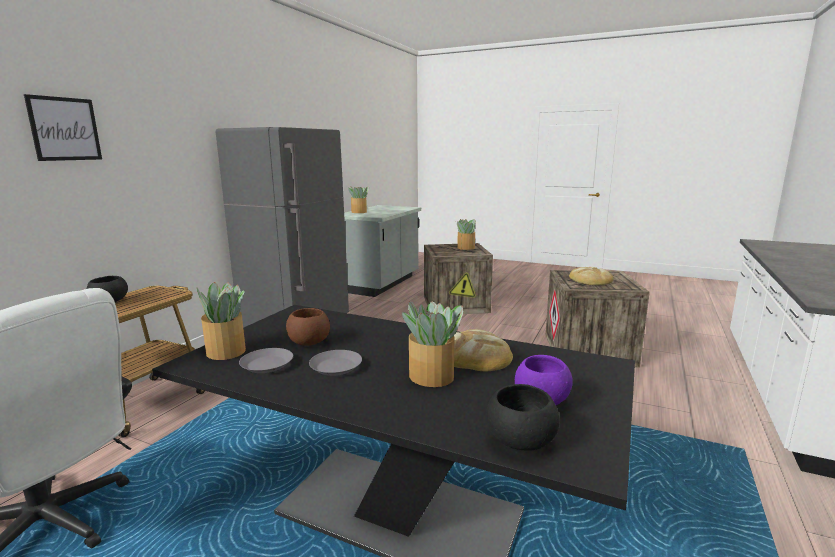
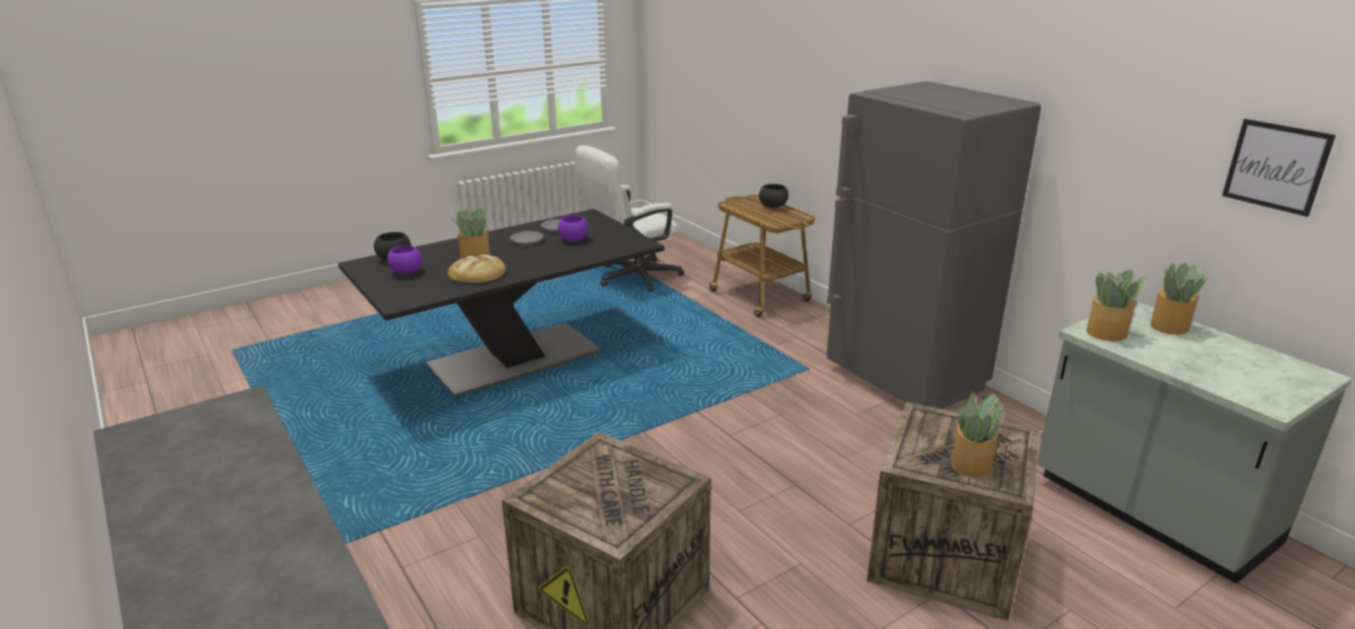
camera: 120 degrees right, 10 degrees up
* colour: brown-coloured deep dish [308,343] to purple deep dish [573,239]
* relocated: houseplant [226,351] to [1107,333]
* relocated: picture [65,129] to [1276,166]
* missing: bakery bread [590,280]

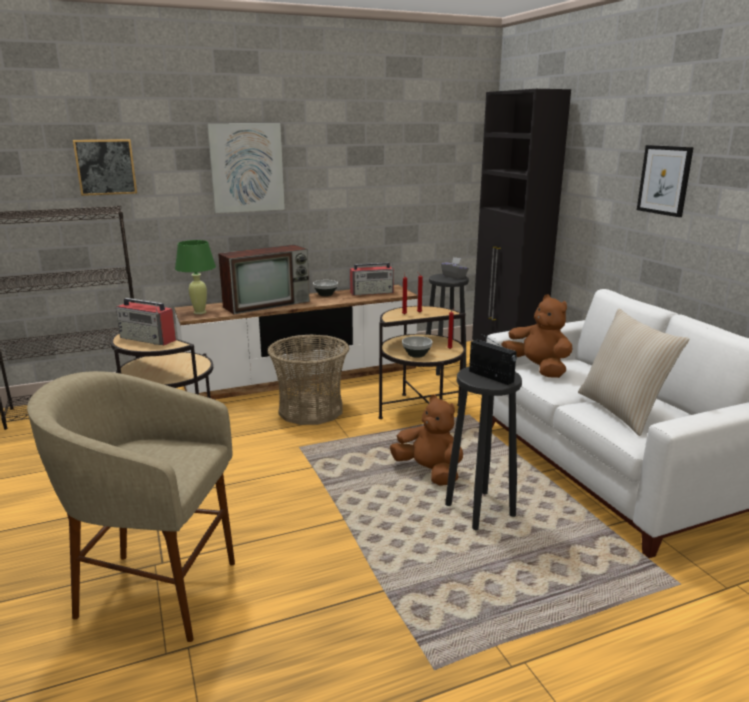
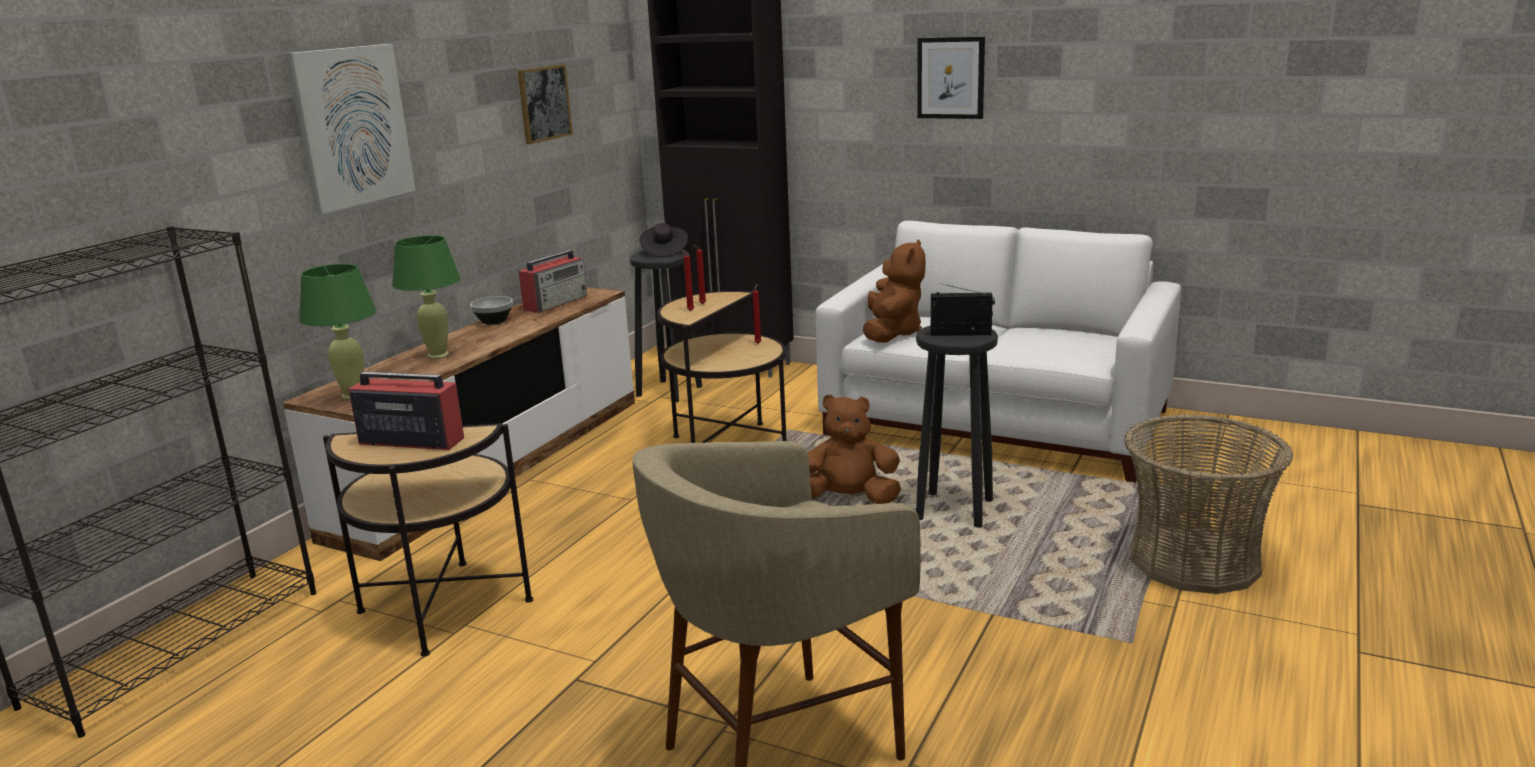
camera: 40 degrees left, 0 degrees up
* spun: radio receiver [148,339] = [410,440] 150 degrees counterclockwise
* exchanged: TV set [268,304] to green tabletop lamp [438,355]
* relocated: picture [105,167] to [544,103]
* exchanged: gray tissue holder [454,276] to blackish wearable hat [664,252]
* spun: brown-coloured plush toy [537,369] = [892,333] 90 degrees clockwise
* relocated: storage basket [310,410] to [1194,561]
* missing: deep dish [417,355]
* missing: sand-coloured pillow [621,411]

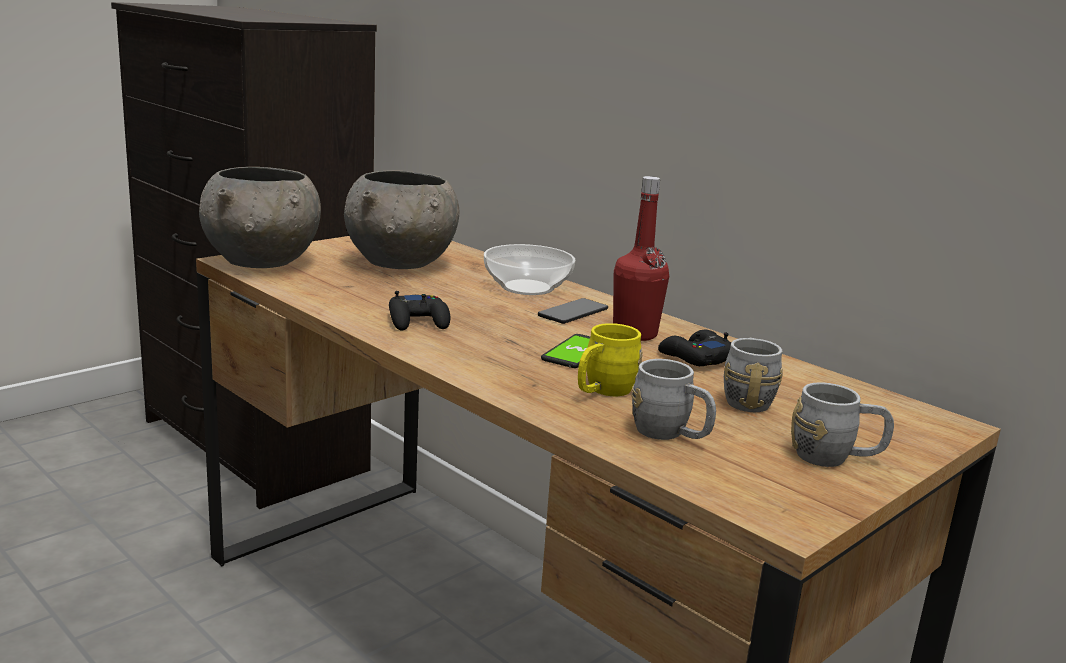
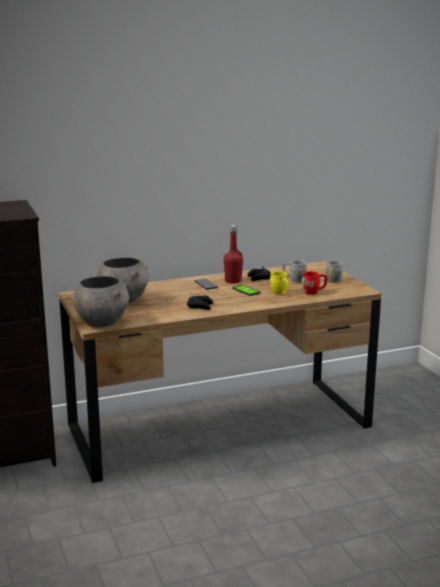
camera: 65 degrees left, 0 degrees up
* colour: gray tea mug [670,435] to reddish tea mug [314,291]
* missing: deep dish [527,288]

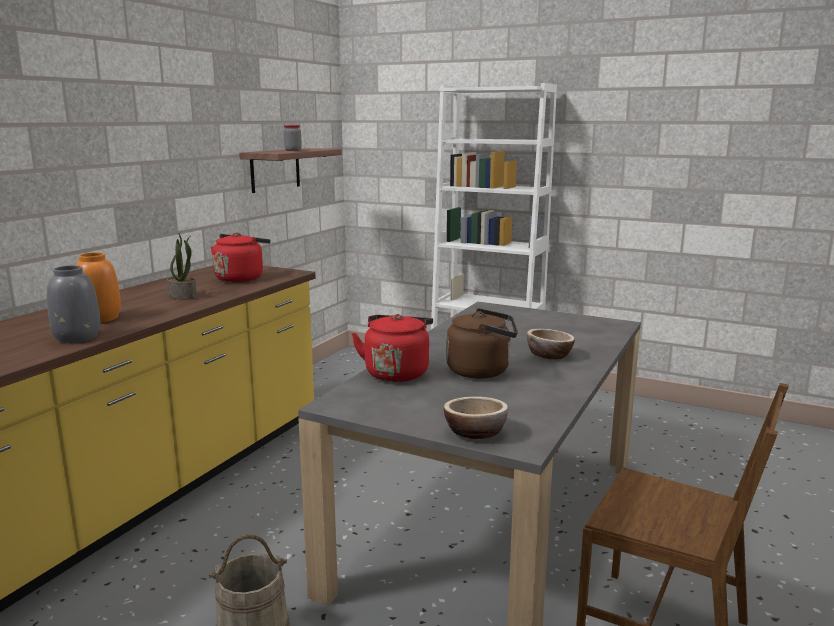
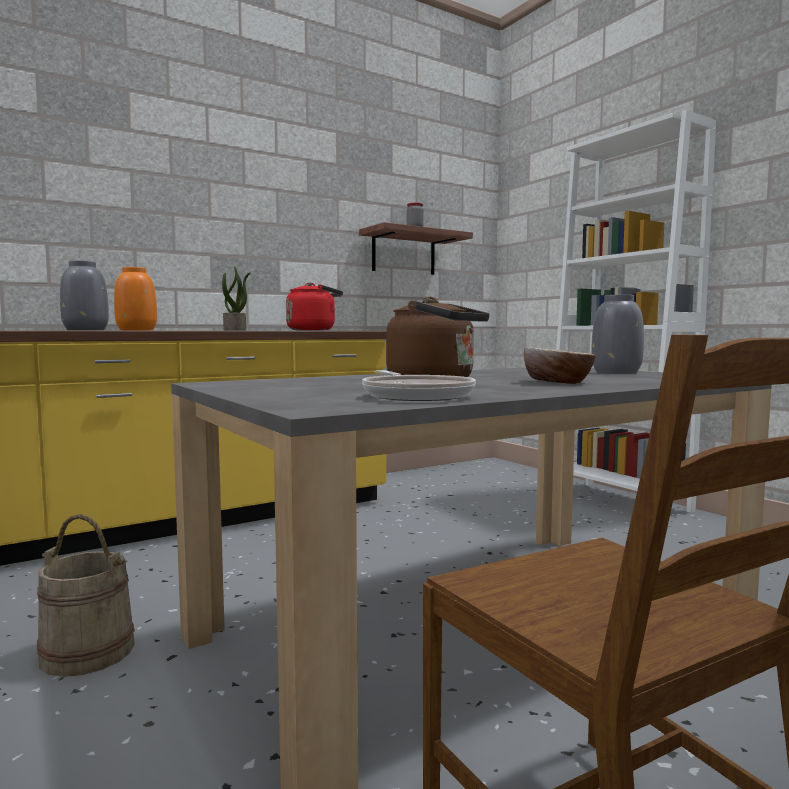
camera: 30 degrees right, 10 degrees down
* appeared: skillet [415,395]
* appeared: gray flower vase [617,372]
* missing: reddish kettle [397,372]
* missing: deep dish [475,432]

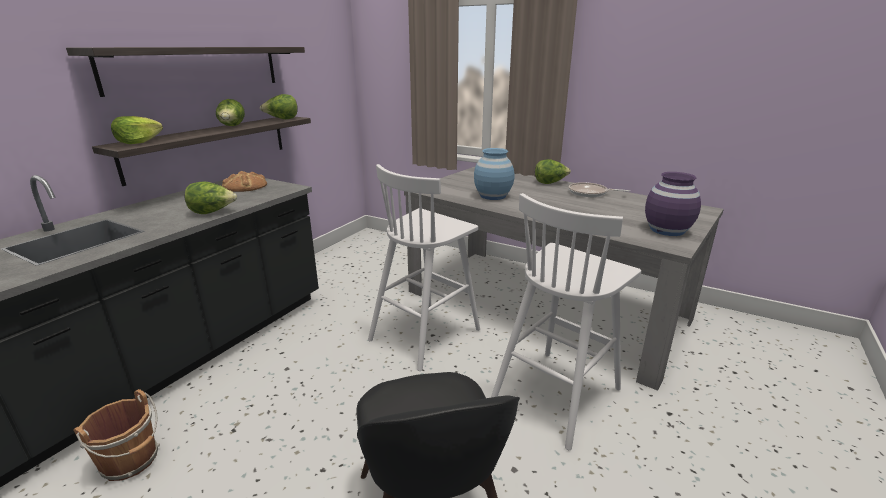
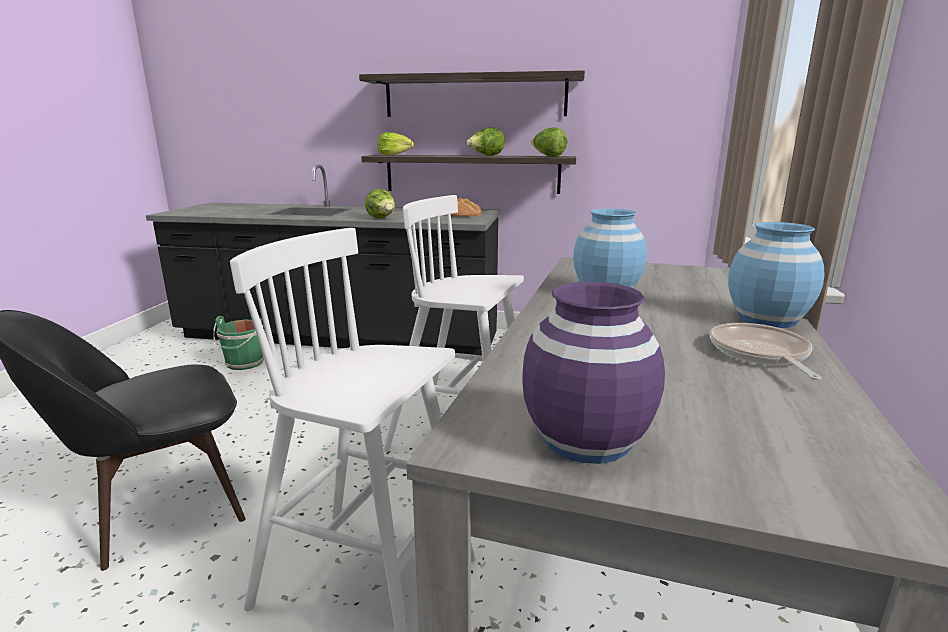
camera: 70 degrees right, 5 degrees down
* colour: brown-coloured pail [132,461] to green pail [244,363]
* exchanged: head of lettuce [550,183] to bluish flower vase [767,319]

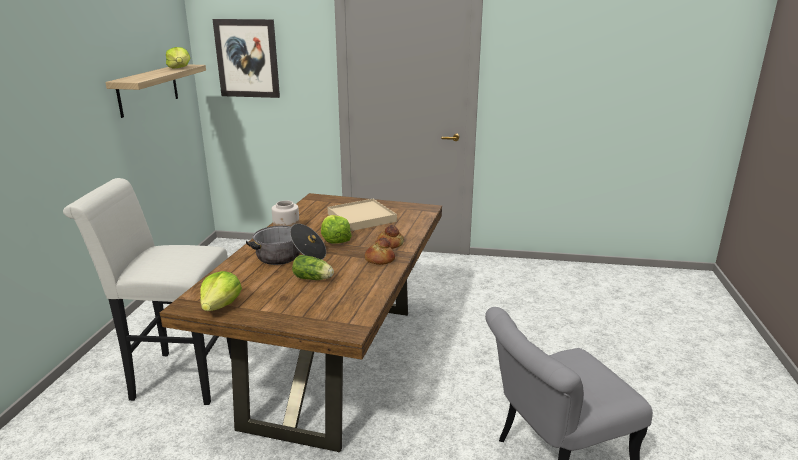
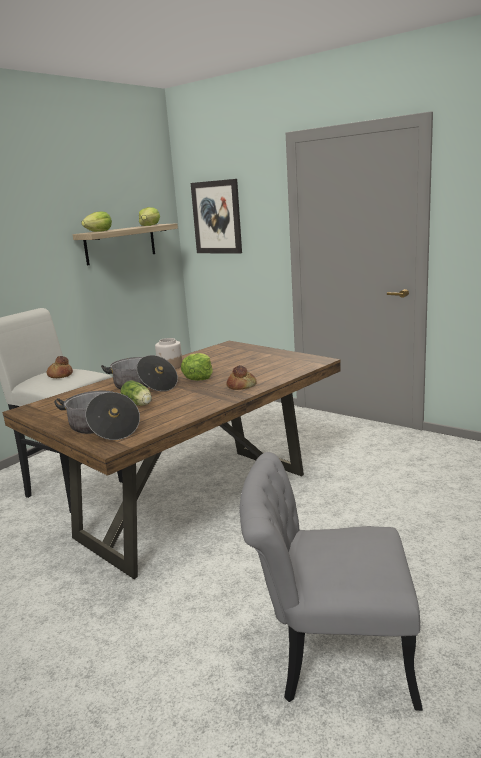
camera: 30 degrees right, 5 degrees down
* relocated: bakery bread [379,260] to [60,375]
* appeared: cooking pot [102,428]
* relocated: head of lettuce [221,306] to [98,231]
* missing: sand-coloured carrying tray [361,218]

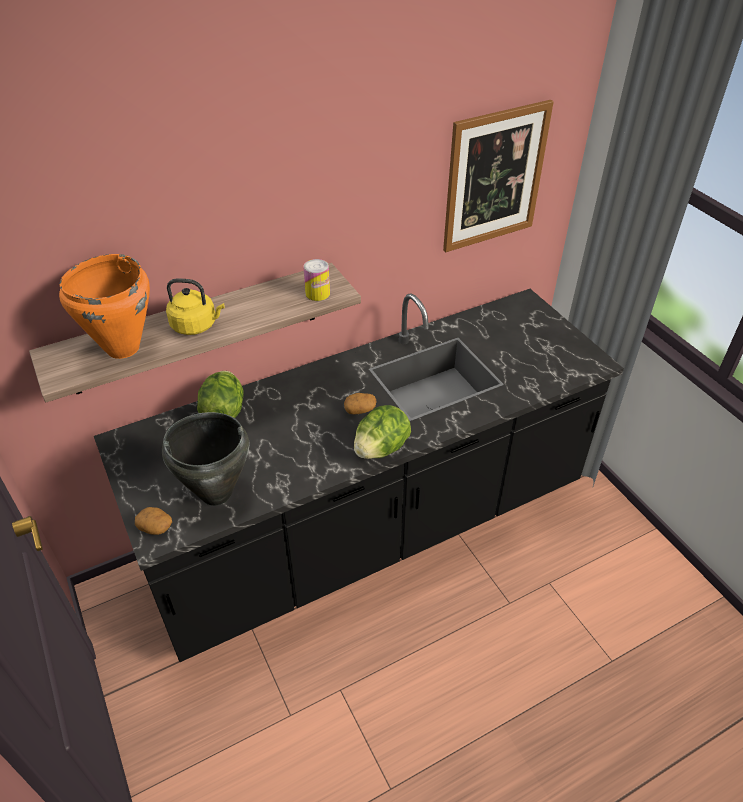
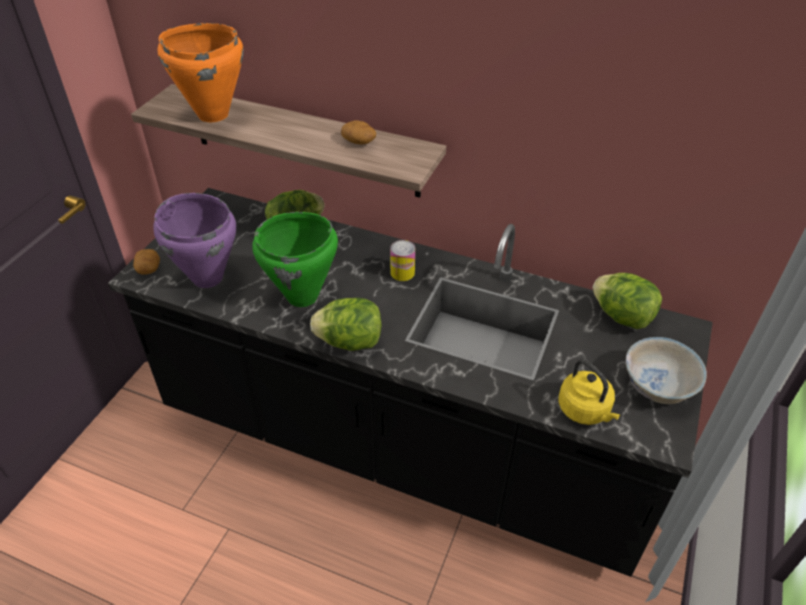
camera: 50 degrees right, 0 degrees up
* colour: blackish cooking pot [215,493] to purple cooking pot [208,277]
* appeared: green cooking pot [303,297]
* relocated: whole potato [360,409] to [359,141]
* relocated: metal can [317,293] to [402,273]
* relocated: yellowish kettle [196,326] to [585,411]
* appeared: head of lettuce [622,316]
* appeared: whitish deep dish [657,385]
* missing: picture [494,177]

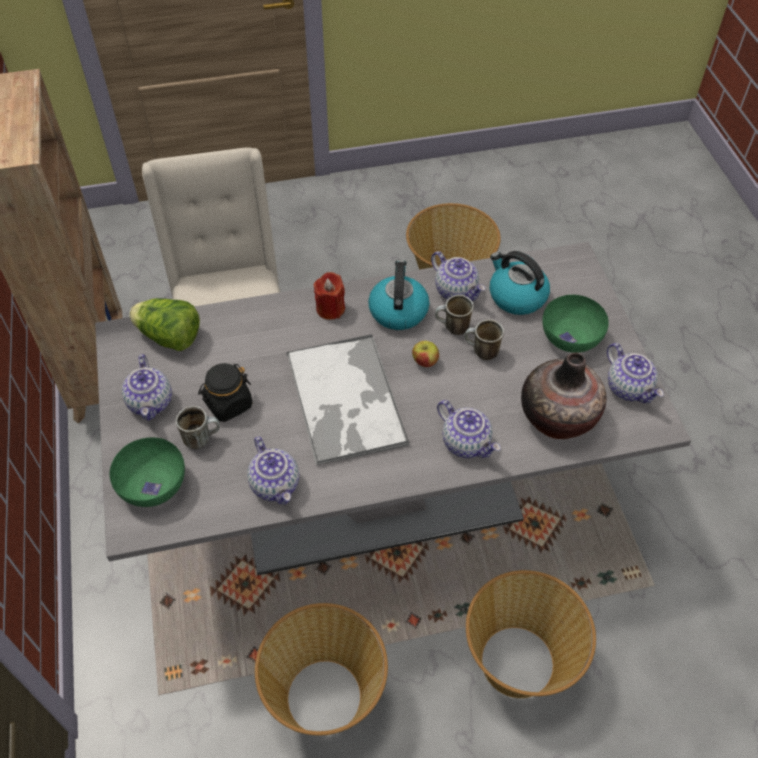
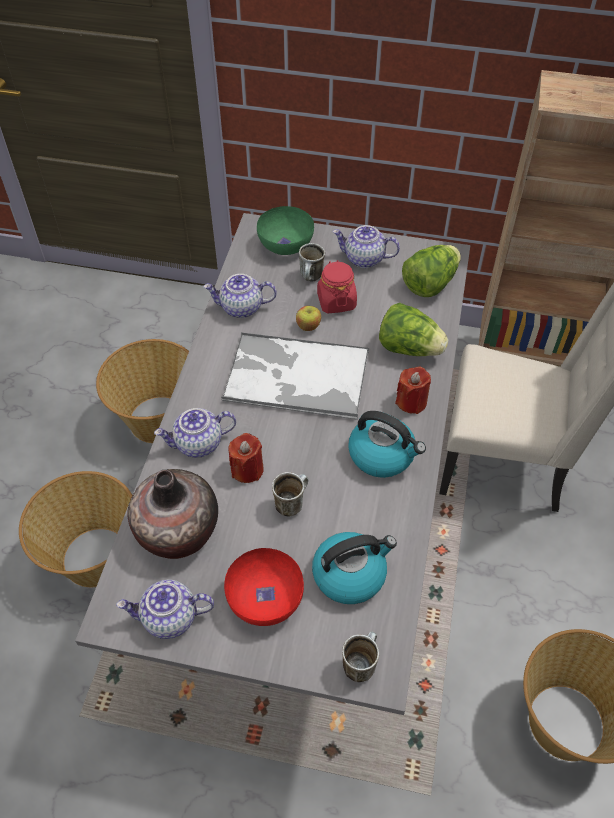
camera: 115 degrees right, 0 degrees up
* colour: green deep dish [571,338] to reddish deep dish [264,599]
* appeared: reddish wax light [247,469]
* relocated: apple [425,362] to [308,326]
* colour: blackish storage jar [228,404] to reddish storage jar [336,301]
* relocated: tea mug [452,328] to [360,662]
* appeared: head of lettuce [409,348]
* missing: pot for tea [456,291]

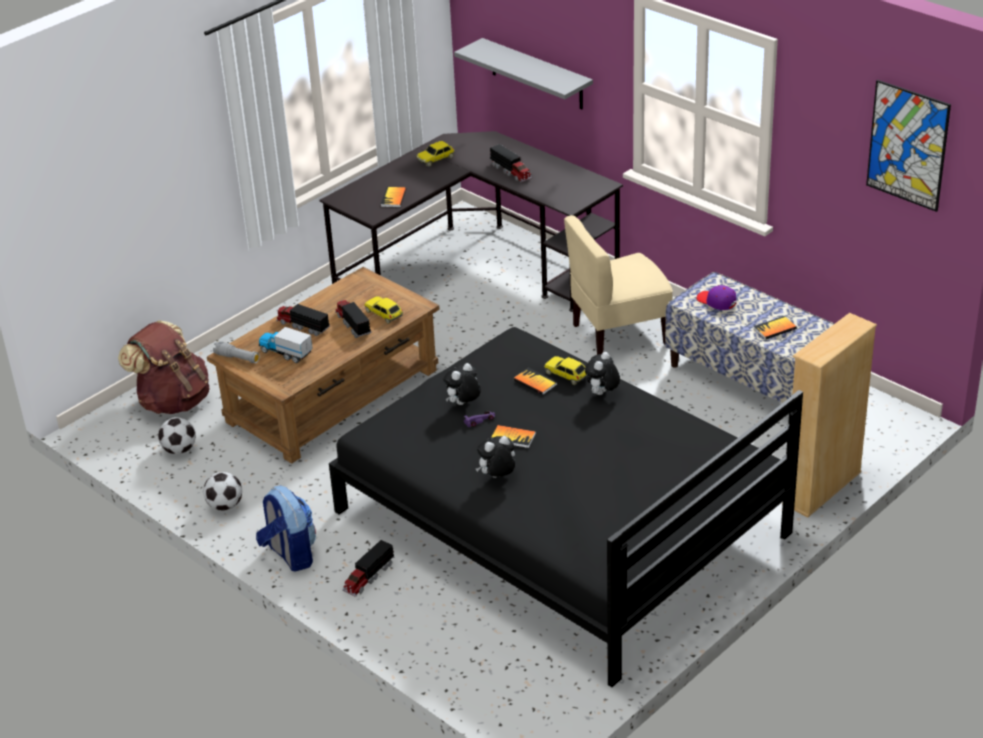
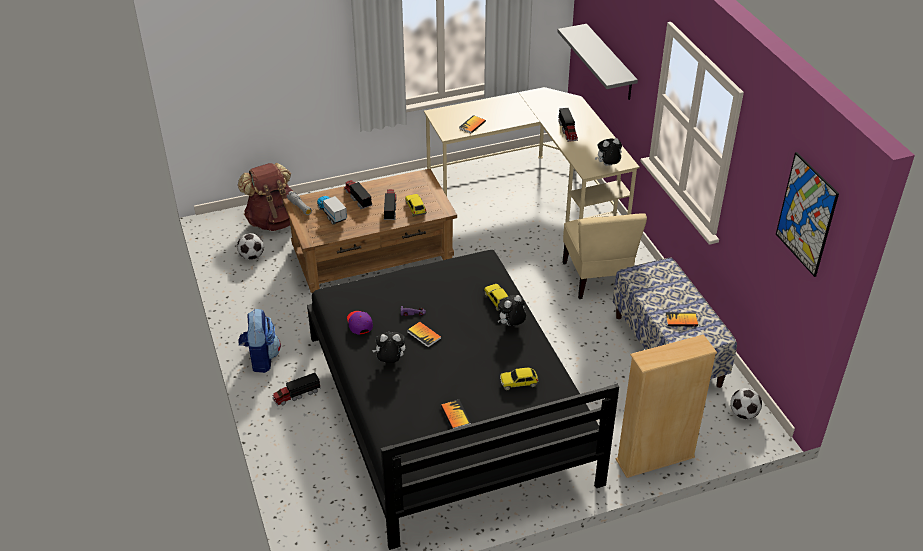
camera: 25 degrees right, 5 degrees up
* relocated: purple peaked cap [716,301] to [359,324]
* colour: blackish desk unit [476,270] to sand-coloured desk unit [534,194]
* relocated: volume [535,382] to [455,415]
* relocated: toy car [436,159] to [519,383]
* spun: sand-coloured chair [619,334] = [597,278] 105 degrees counterclockwise
* relocated: plush toy [463,404] to [608,166]
* relocated: football [225,506] to [743,414]

